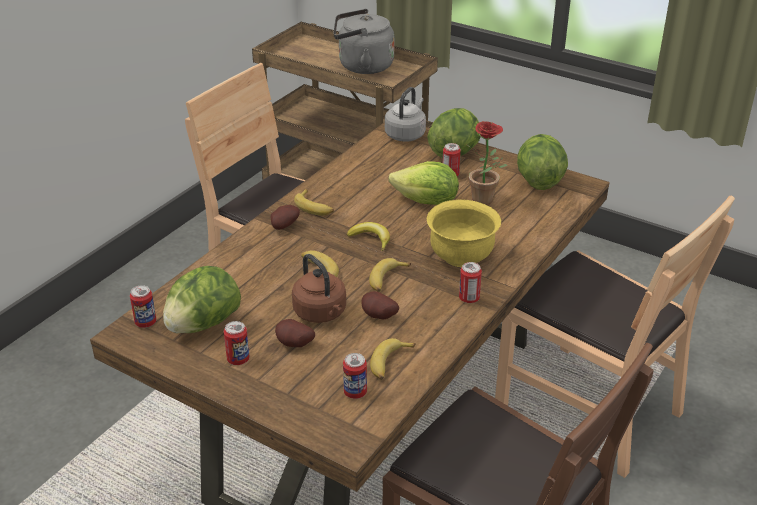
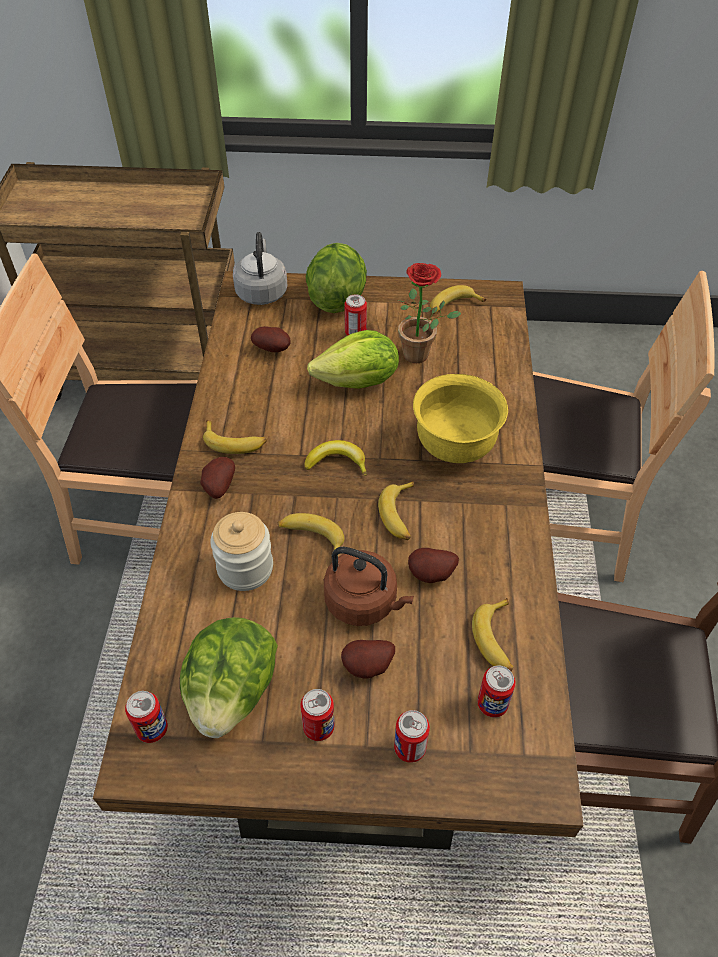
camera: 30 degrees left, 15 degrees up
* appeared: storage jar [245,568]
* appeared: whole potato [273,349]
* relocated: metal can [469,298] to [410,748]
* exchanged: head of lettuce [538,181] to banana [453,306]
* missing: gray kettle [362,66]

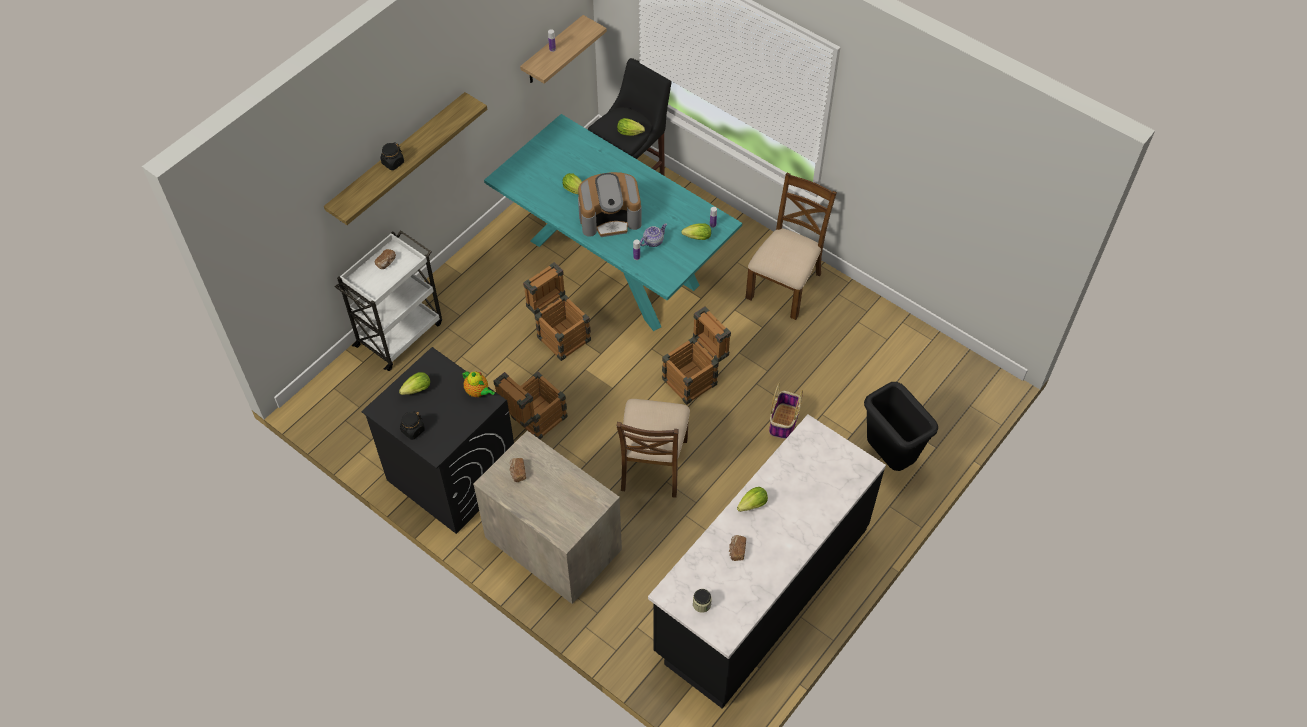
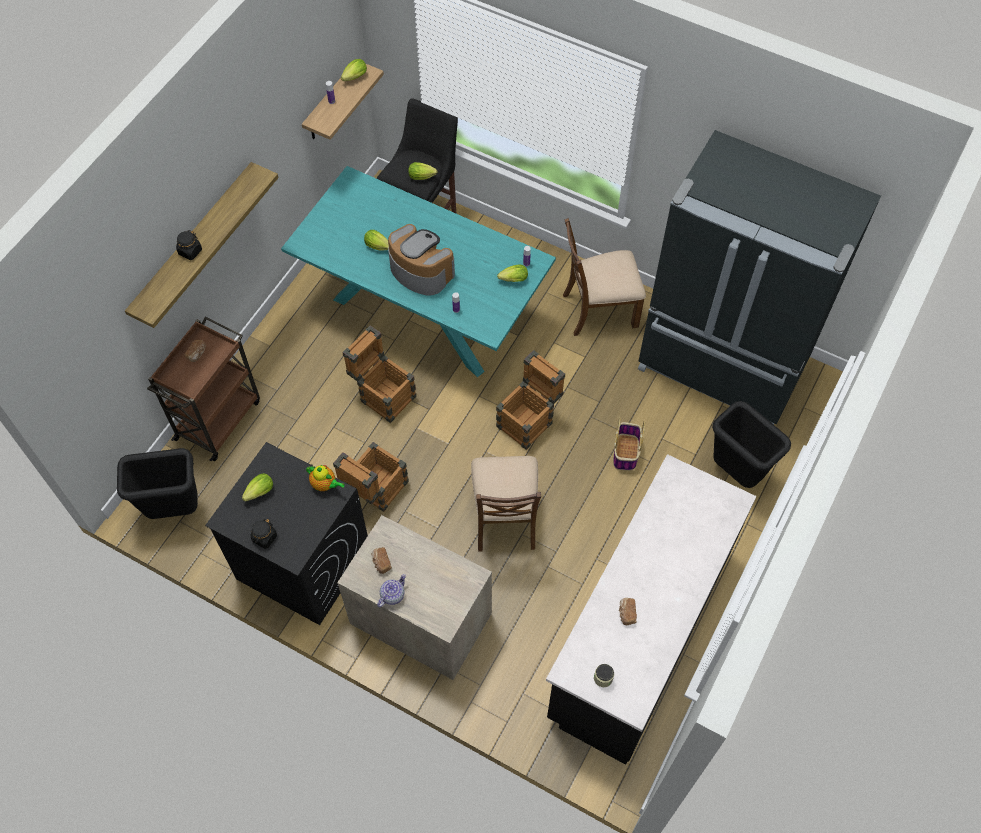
camera: 10 degrees left, 5 degrees up
* appeared: blackish rubbish bin [174,510]
* colour: whitish trolley [400,333] to brown-coloured trolley [219,418]
* relocated: head of lettuce [751,506] to [354,78]
* relocated: pot for tea [653,241] to [392,595]
* spun: coffee brewer [610,218] = [420,271] 120 degrees counterclockwise
* spun: brown-coloured chair [785,285] = [599,309] 120 degrees counterclockwise
* appeared: blackish refrigerator [721,367]

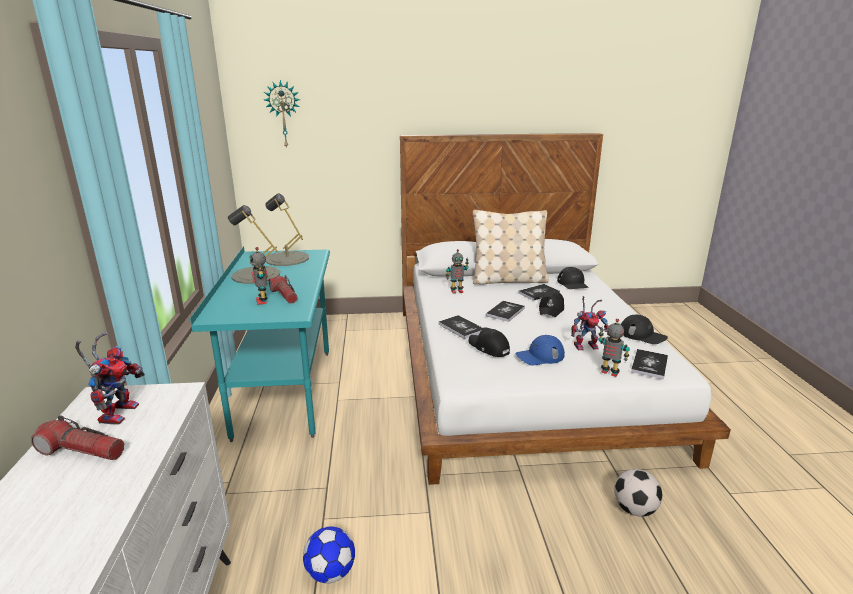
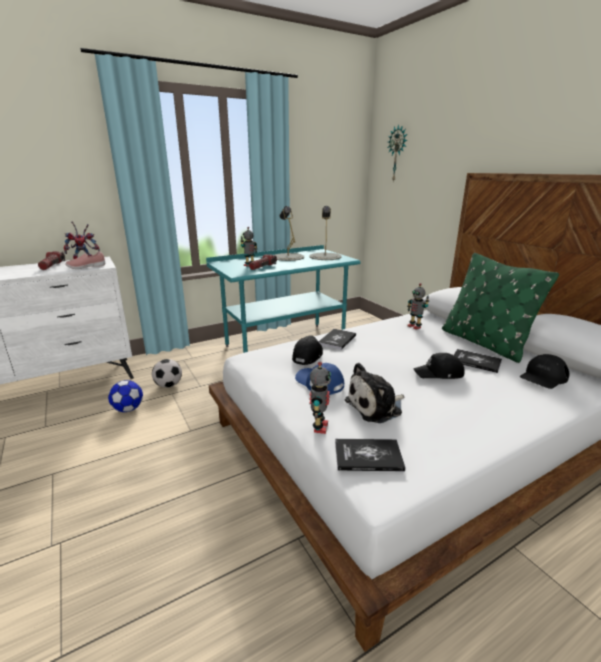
camera: 65 degrees right, 0 degrees up
* appeared: pinkish item of footwear [86,267]
* relocated: football [634,509] to [168,385]
* exchanged: robot figure [587,345] to plush toy [376,407]
* colour: sand-coloured pillow [508,280] to green pillow [484,343]
* missing: volume [505,312]
* missing: blackish peaked cap [642,335]

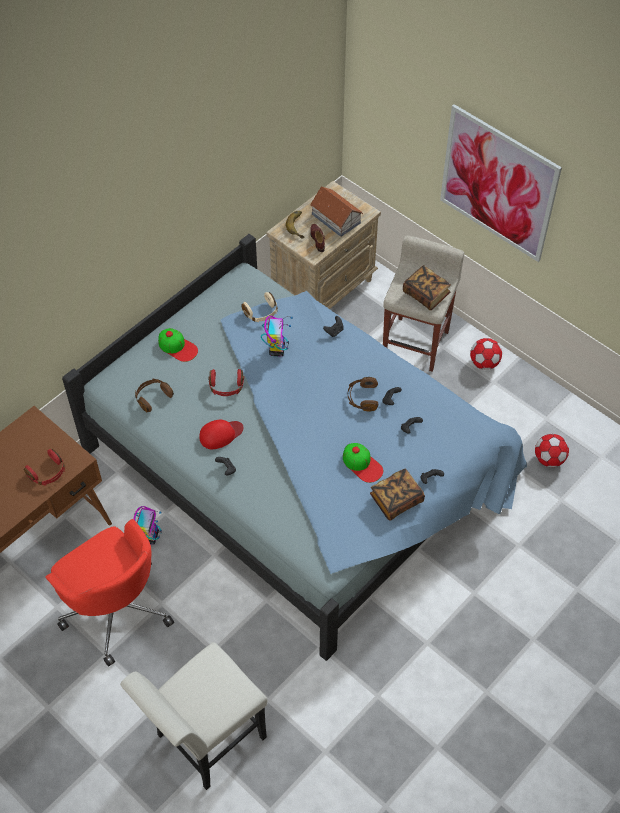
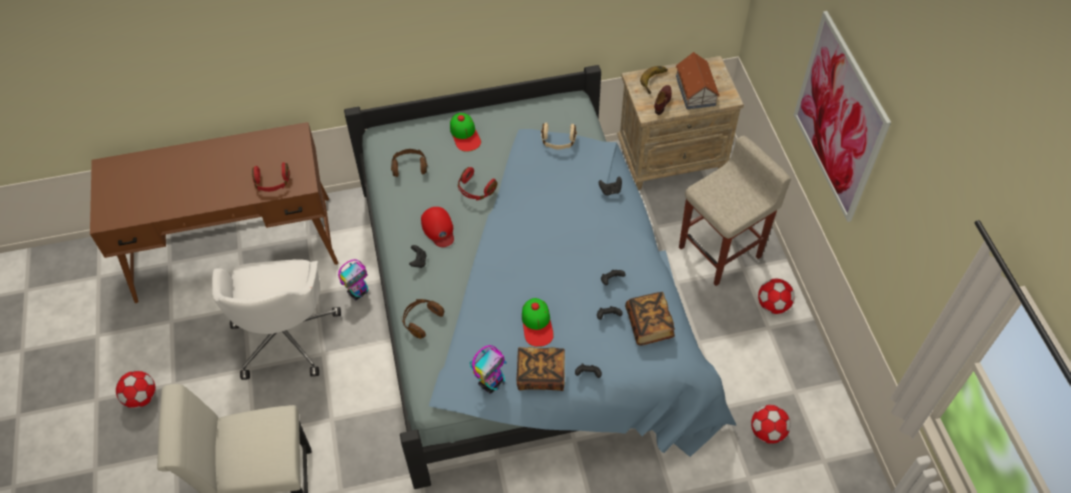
camera: 35 degrees right, 0 degrees up
* appeared: football [141,397]
* colour: reddish office chair [115,608] to whitish office chair [285,335]
* relocated: brown-coloured pair of headphones [362,398] to [421,320]
* spun: reddish peaked cap [220,434] = [438,228] 60 degrees clockwise
* relocated: robot figure [277,349] to [491,382]
* relocated: volume [426,294] to [649,325]

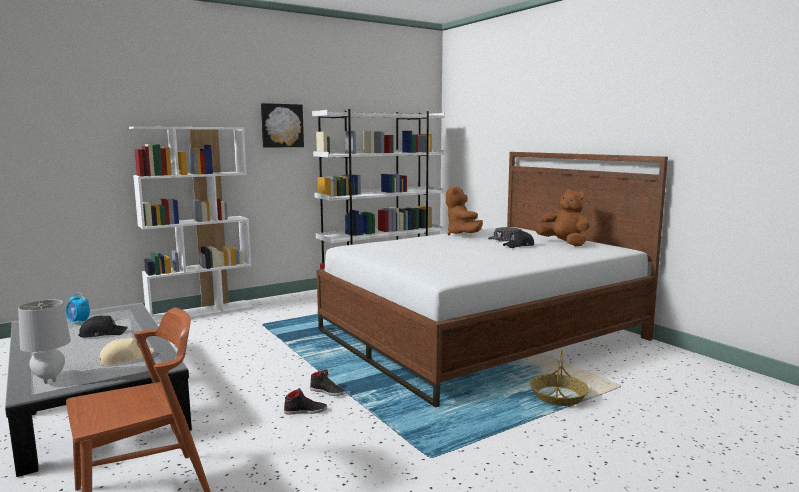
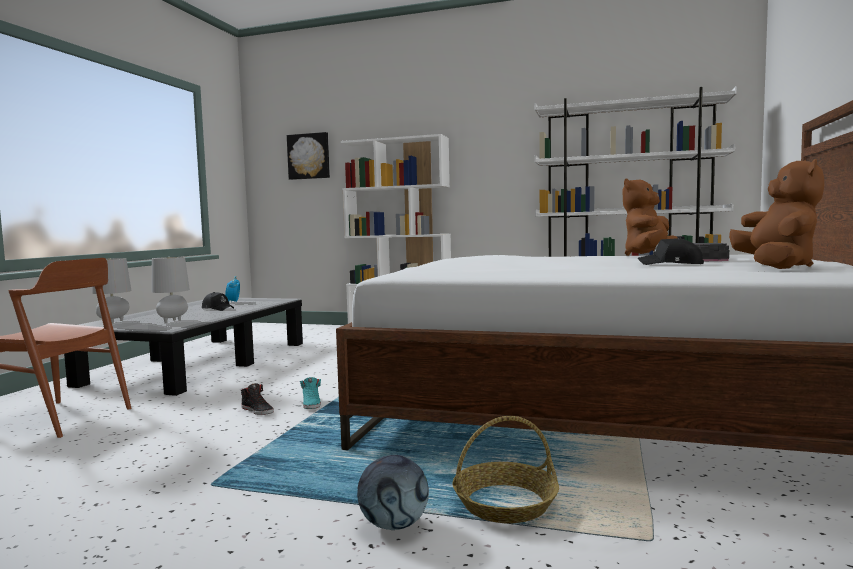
camera: 50 degrees right, 5 degrees down
* exchanged: sand-coloured peaked cap [125,358] to gray tabletop lamp [172,321]
* relocated: picture [282,125] to [309,156]
* colour: blackish item of footwear [327,391] to blue-green item of footwear [311,404]
* appeared: football [393,526]

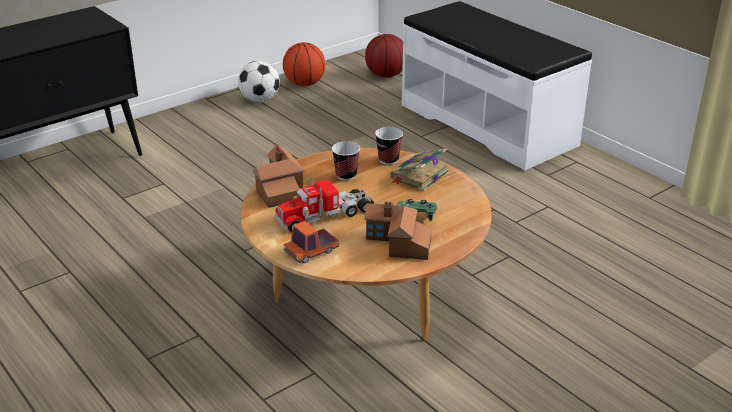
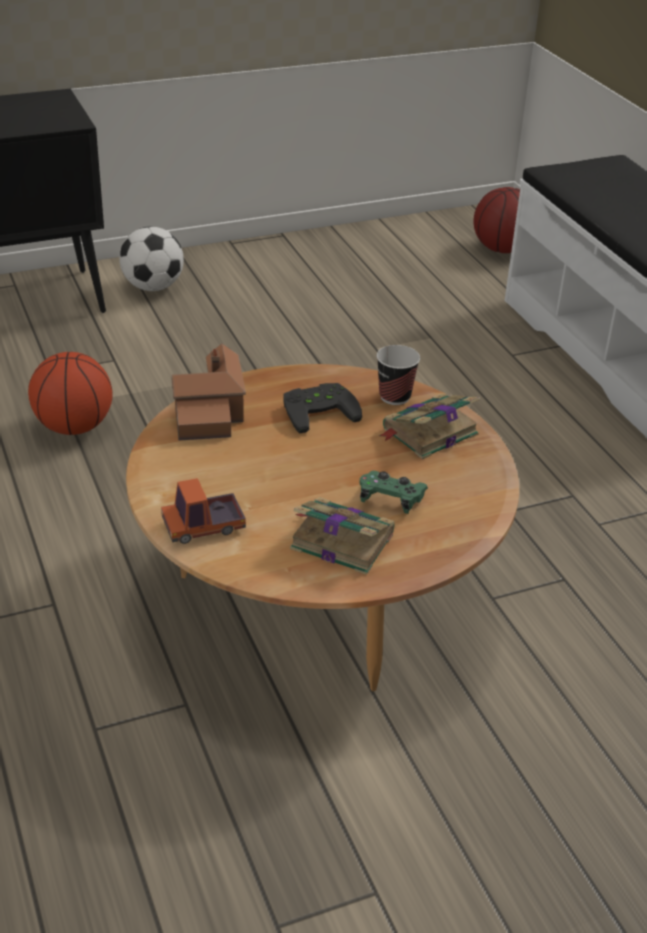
camera: 15 degrees right, 5 degrees up
* relocated: basketball [304,84] to [73,427]
* relocated: football [260,100] to [153,287]
* exchanged: cup [346,175] to blackish game controller [318,410]
* exchanged: miniature house [398,243] to volume [340,540]
* missing: model truck [325,216]

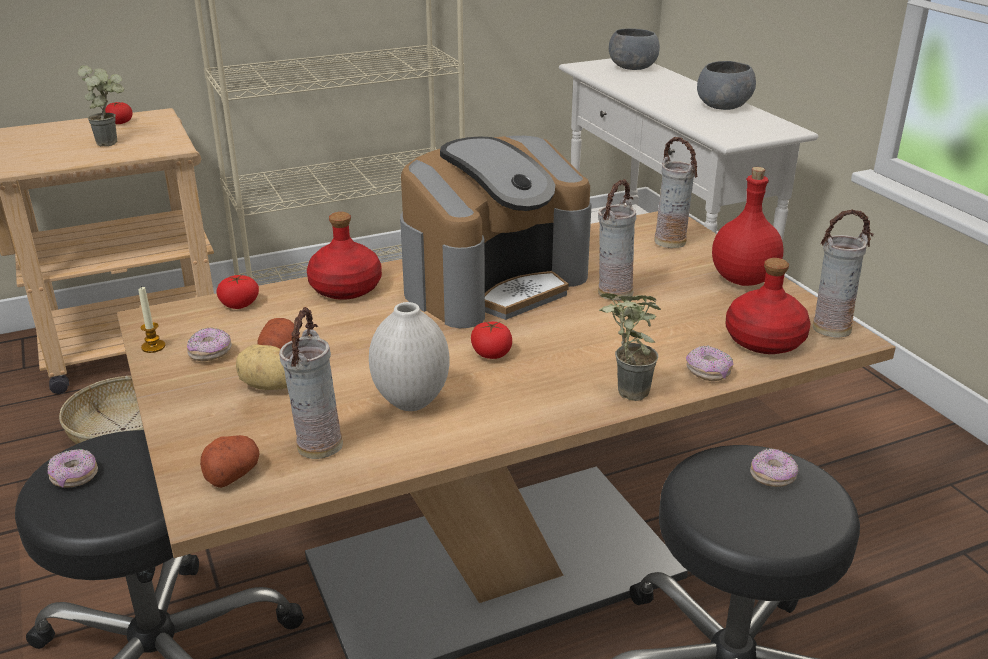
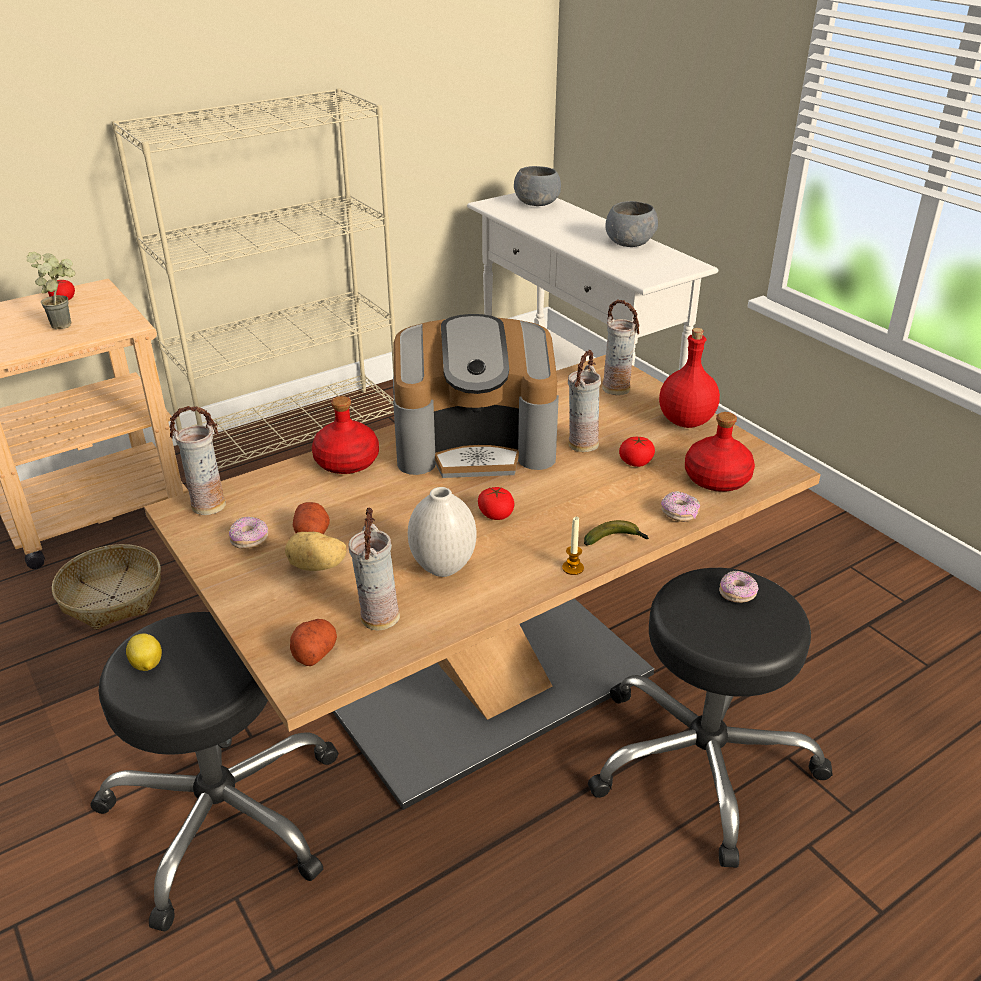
camera: 10 degrees left, 5 degrees up
* exchanged: ring doughnut [74,477] to lemon [147,665]
* relocated: flower vase [830,328] to [208,505]
* spun: coffee brewer [493,282] = [476,444] 45 degrees clockwise
* relocated: wax light [153,347] to [573,568]
* exchanged: houseplant [623,393] to banana [616,540]
* relocated: fresh tomato [239,304] to [636,461]

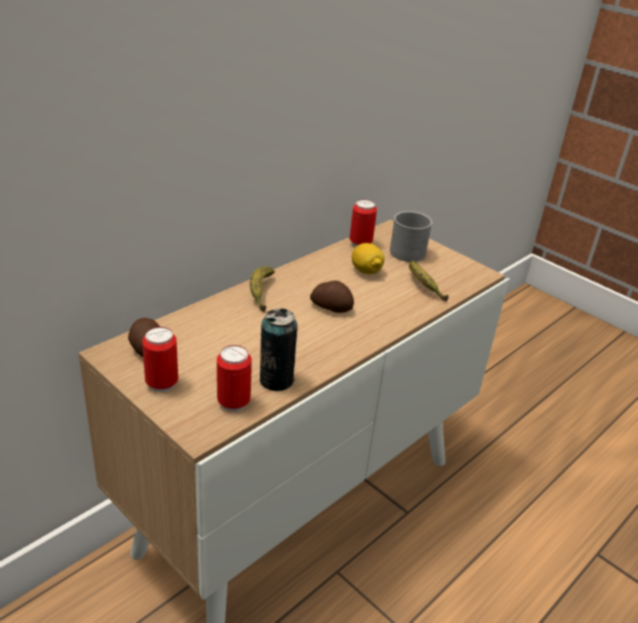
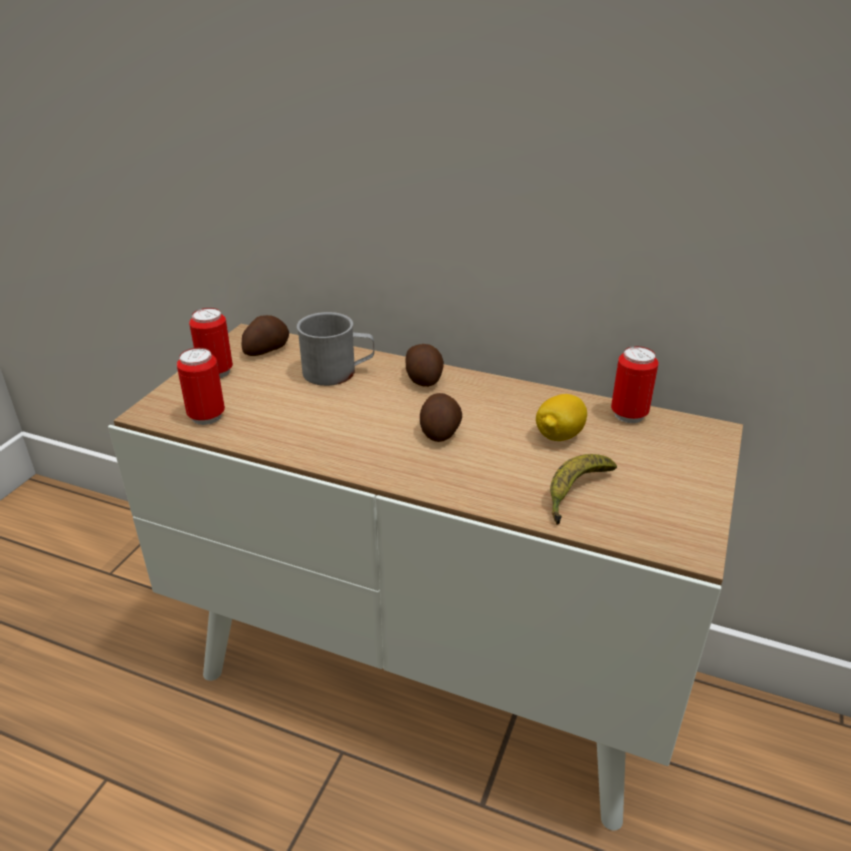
camera: 70 degrees right, 0 degrees up
* relocated: gray tea mug [409,250] to [338,372]
* exchanged: banana [261,293] to whole potato [424,378]
* missing: metal can [276,380]

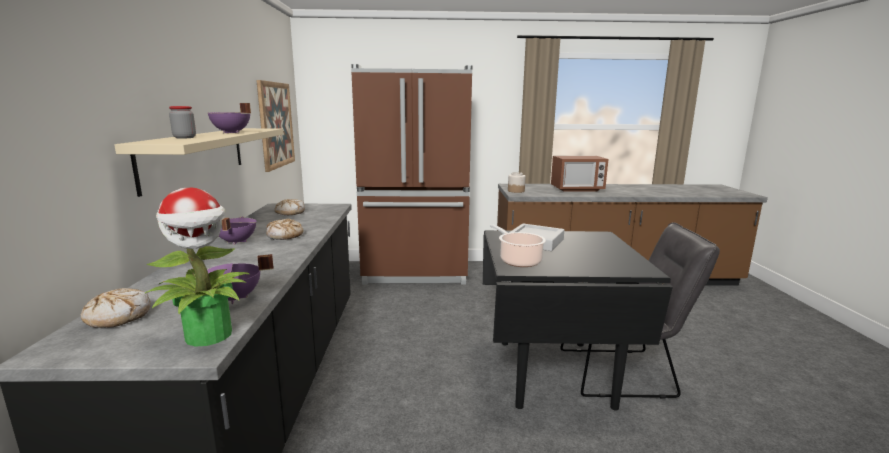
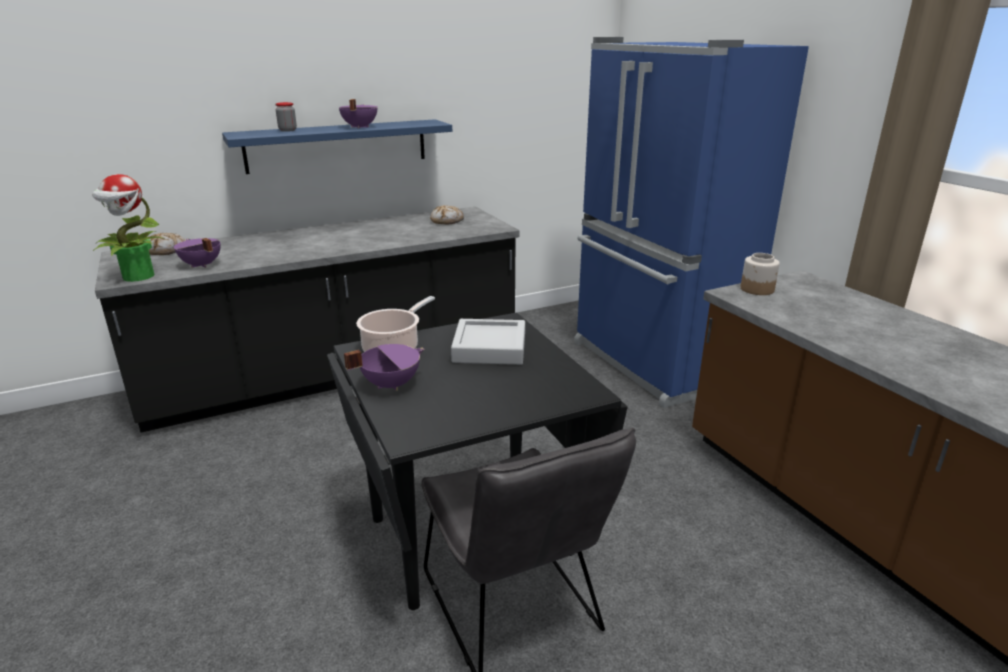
camera: 65 degrees right, 10 degrees up
* colour: sand-coloured shelf [196,156] to bluish shelf [337,145]
* relocated: purple cooking pot [236,242] to [390,384]
* colour: brown-coloured refrigerator [416,273] to bluish refrigerator [652,364]
* missing: picture [276,125]
* missing: bakery bread [285,236]
* missing: microwave oven [577,189]

